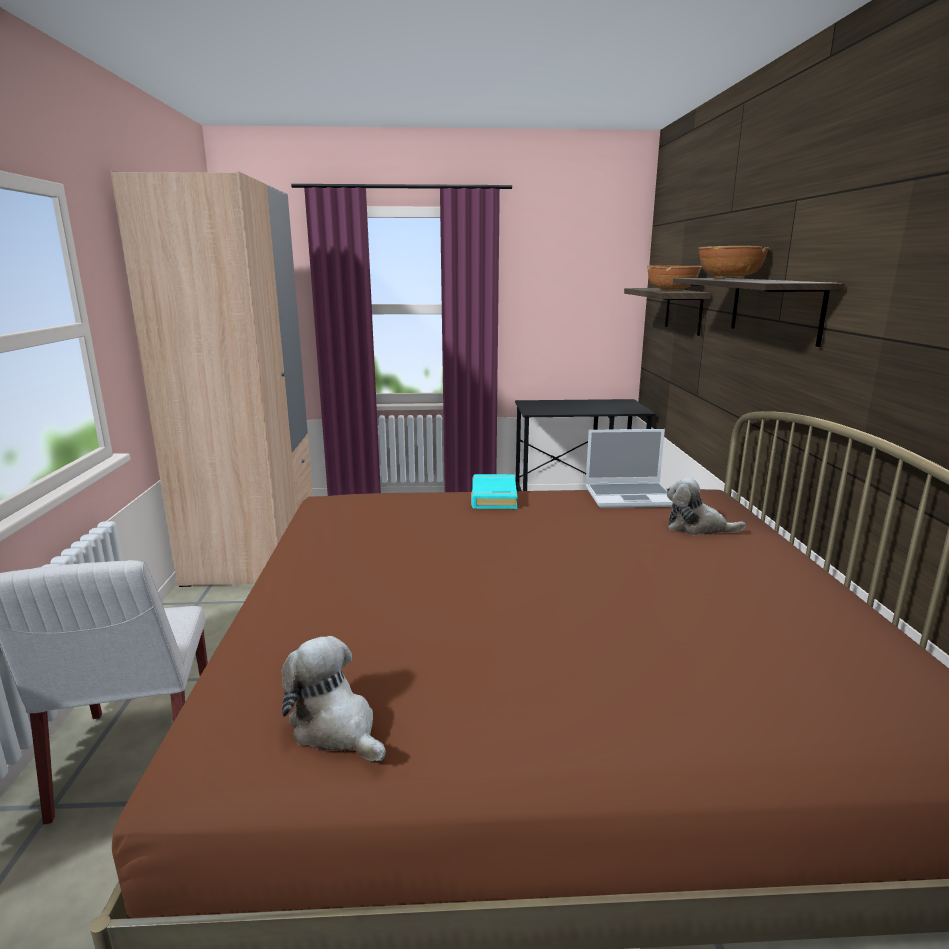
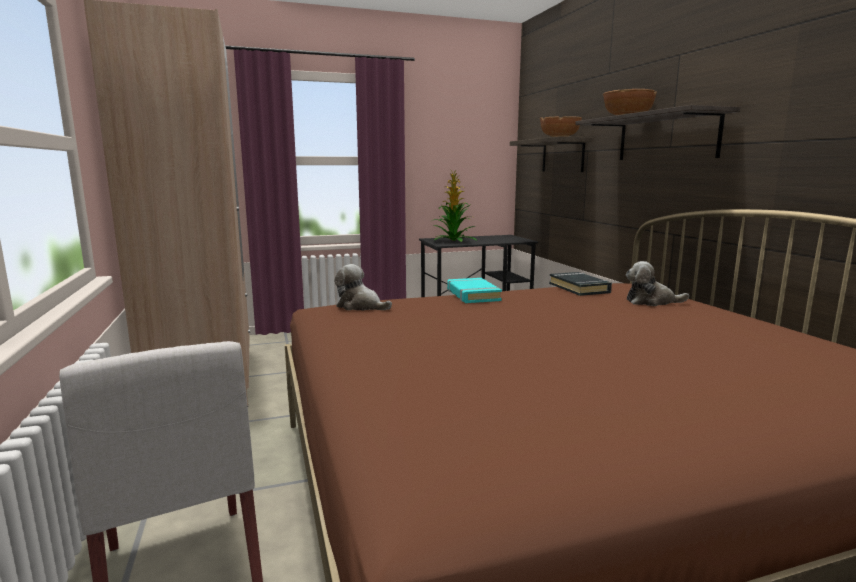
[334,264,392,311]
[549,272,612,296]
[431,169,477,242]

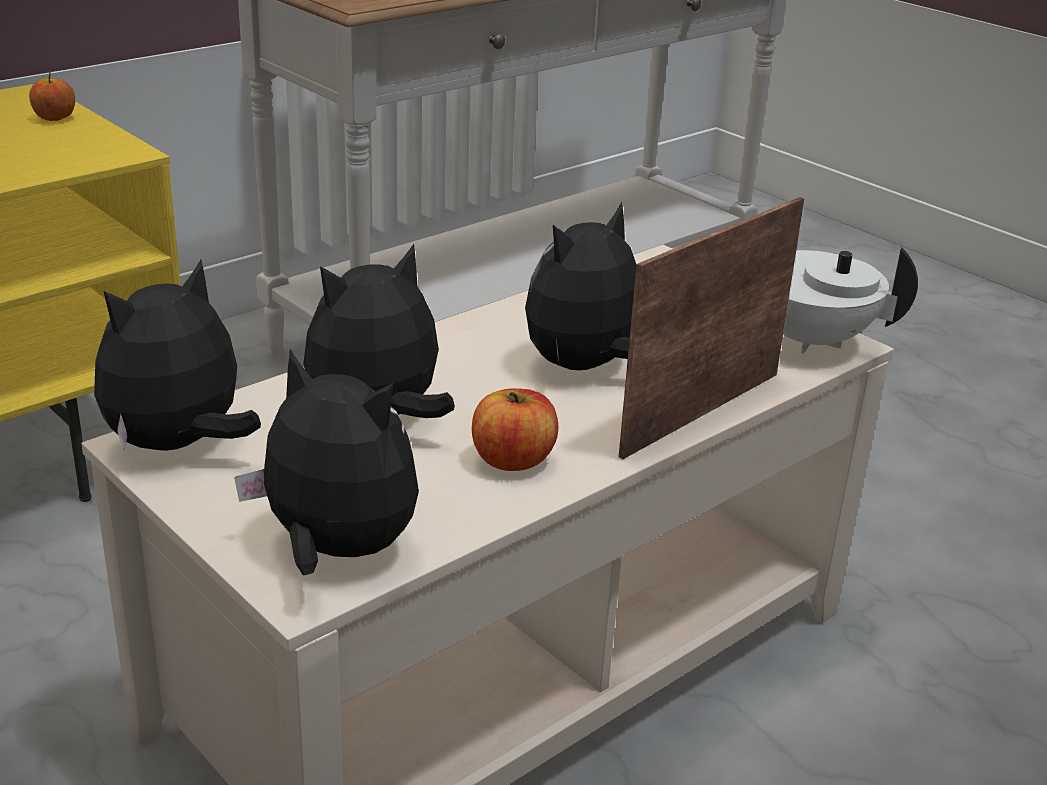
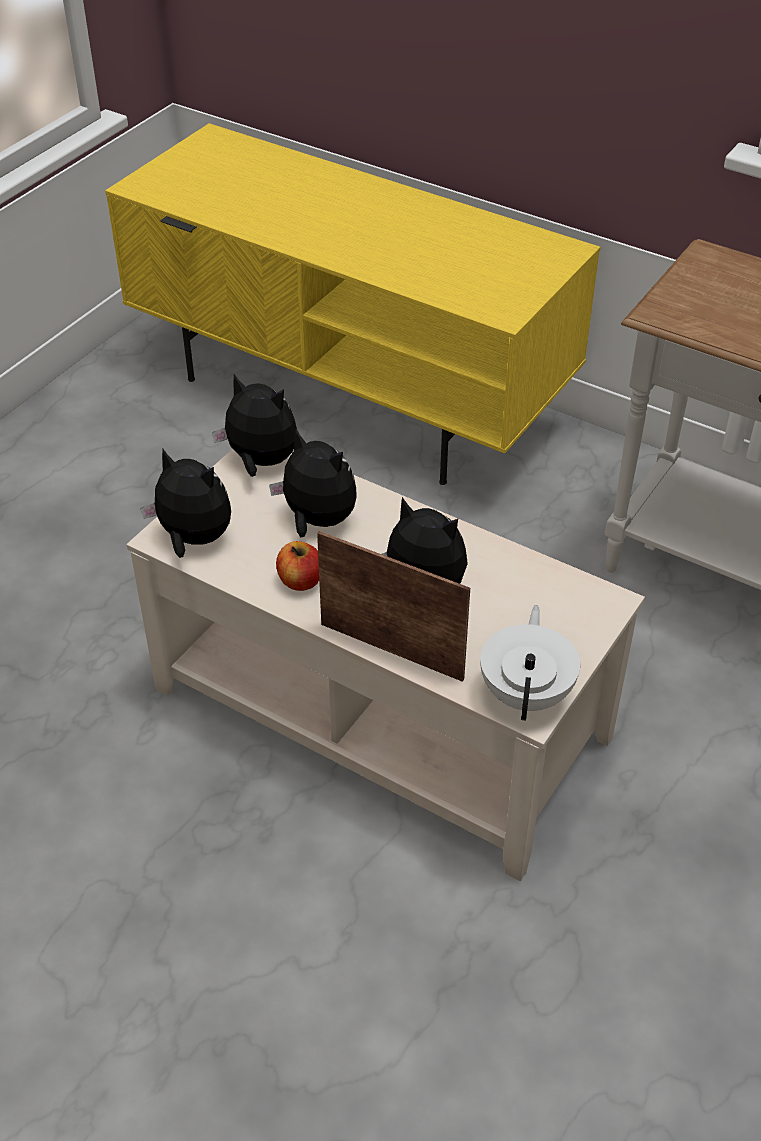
[29,71,75,121] (first image)
[141,448,231,558]

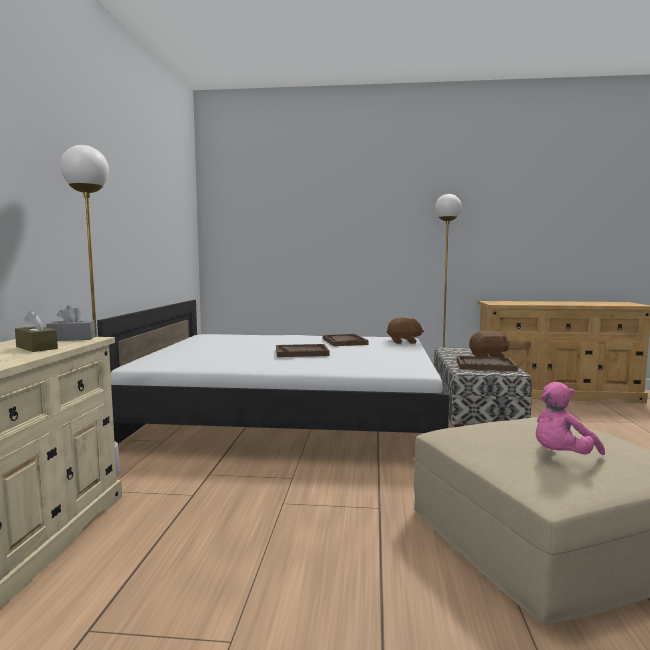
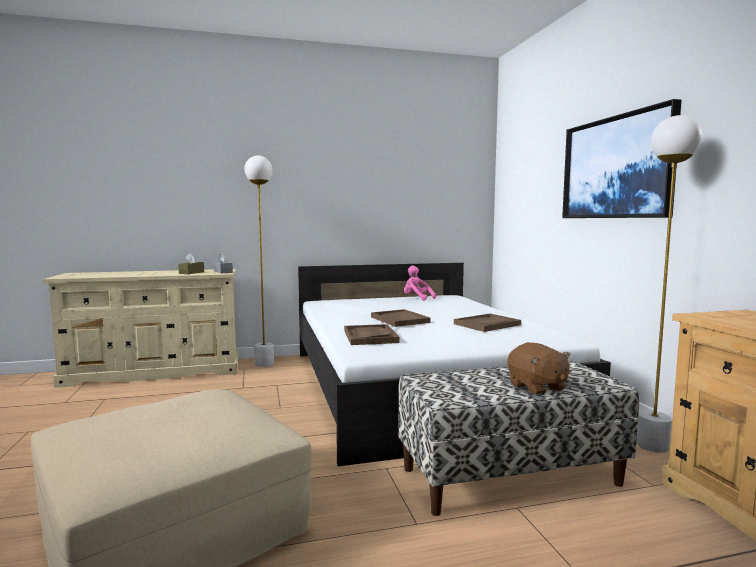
[387,318,424,344] (first image)
[344,324,399,345]
[404,265,436,300]
[562,99,682,218]

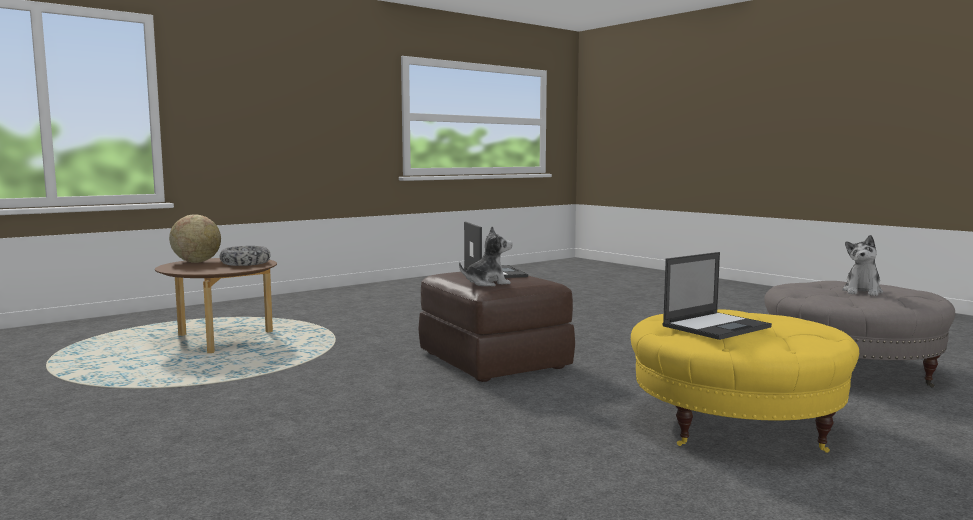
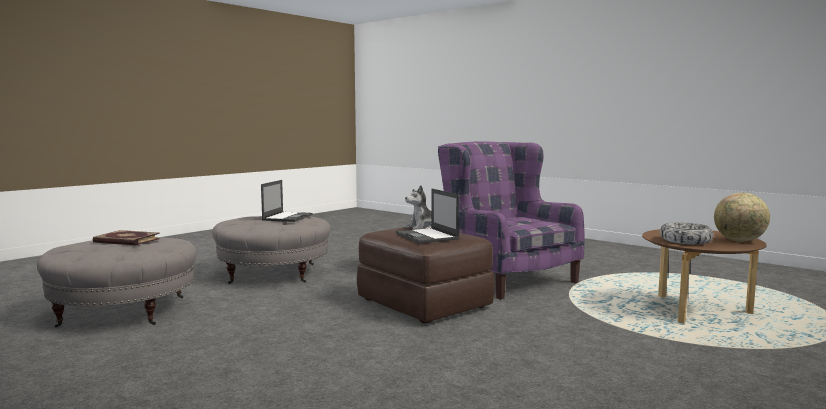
[212,216,331,284]
[261,180,313,222]
[93,230,160,246]
[438,141,585,299]

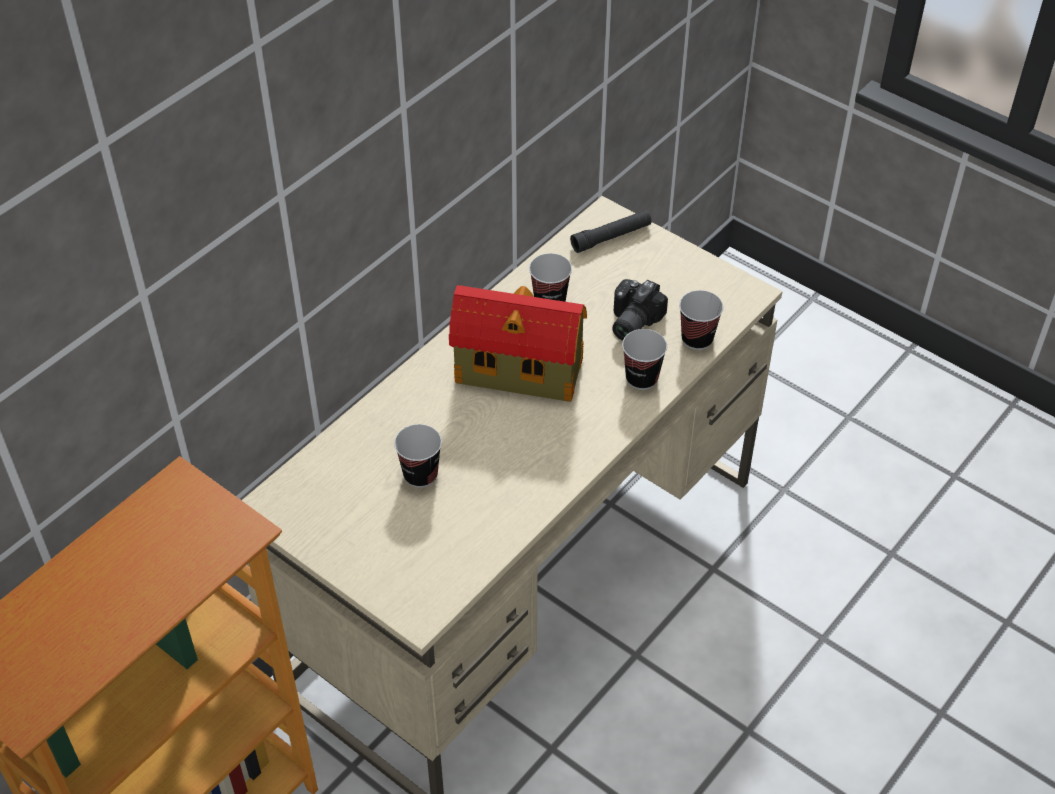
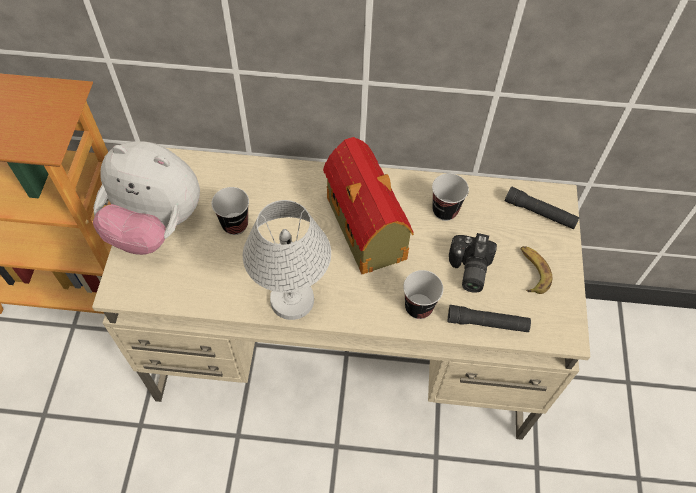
[449,233,497,293]
[448,305,531,332]
[93,141,200,255]
[243,200,331,320]
[520,246,552,294]

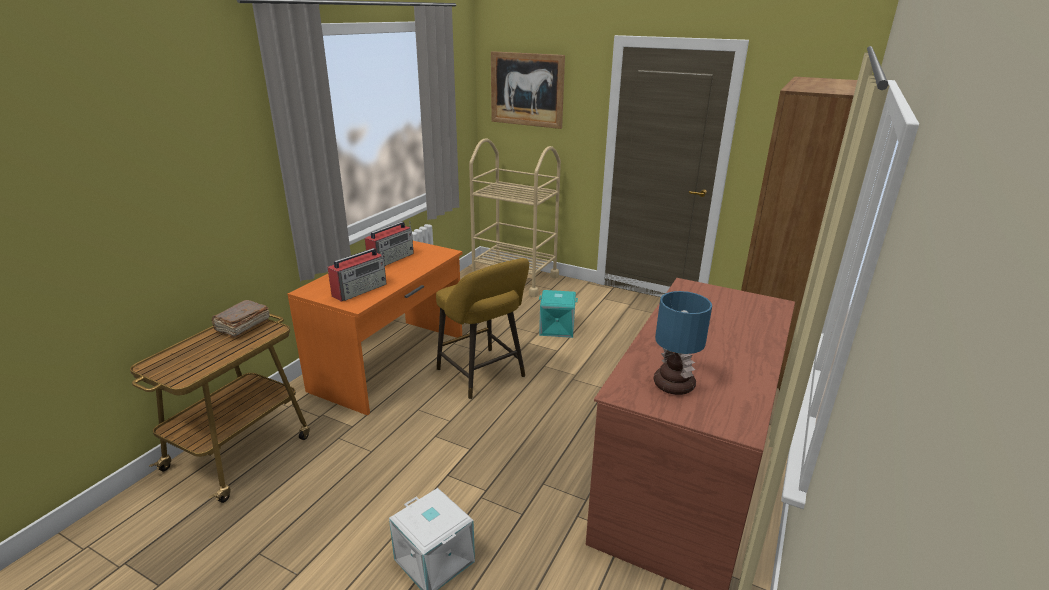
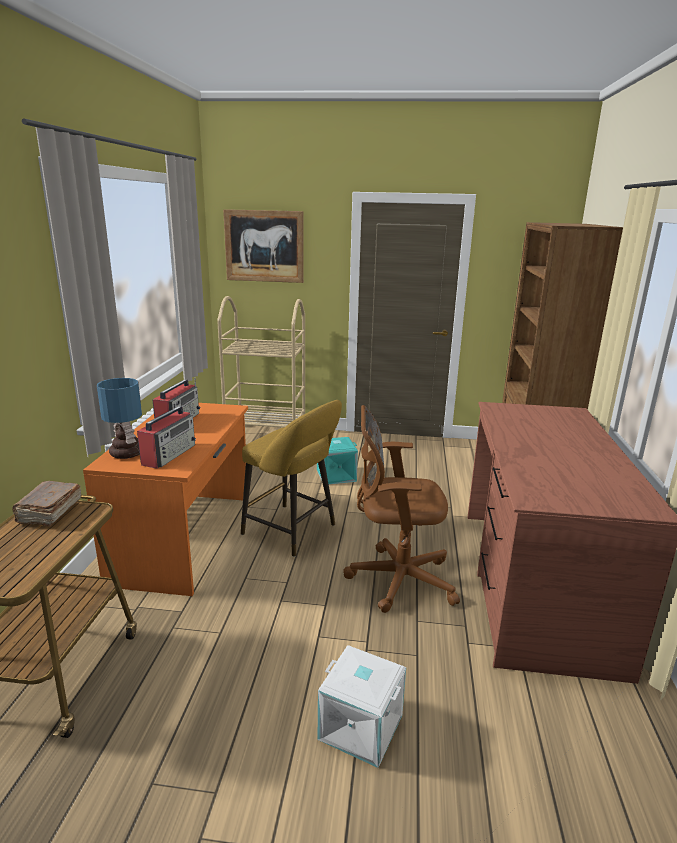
[97,378,142,459]
[343,405,460,613]

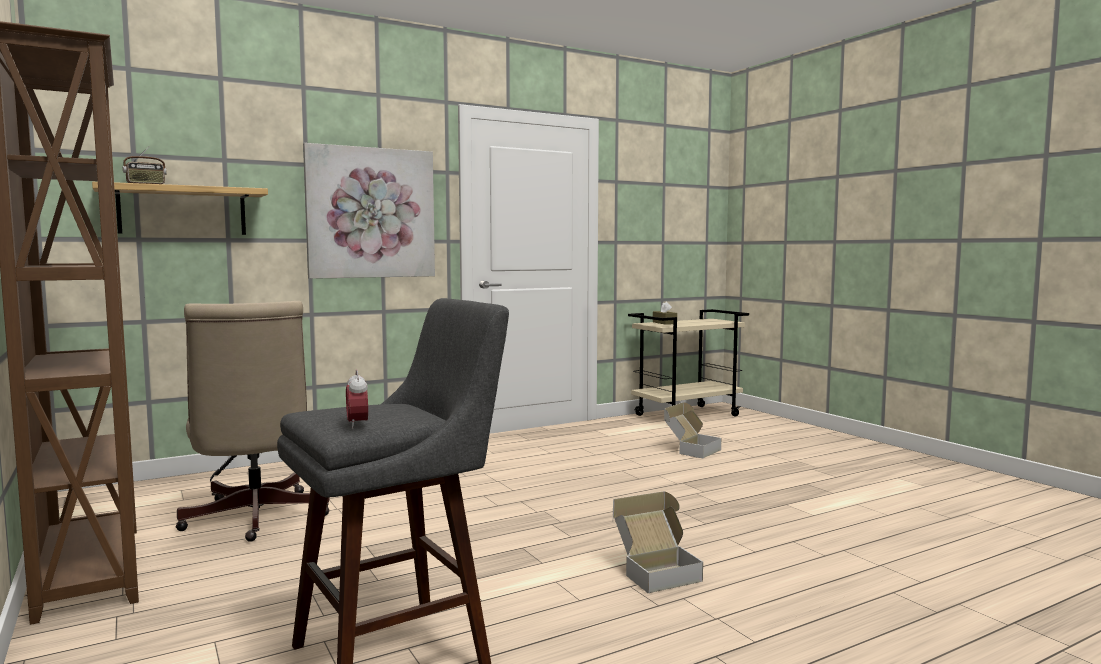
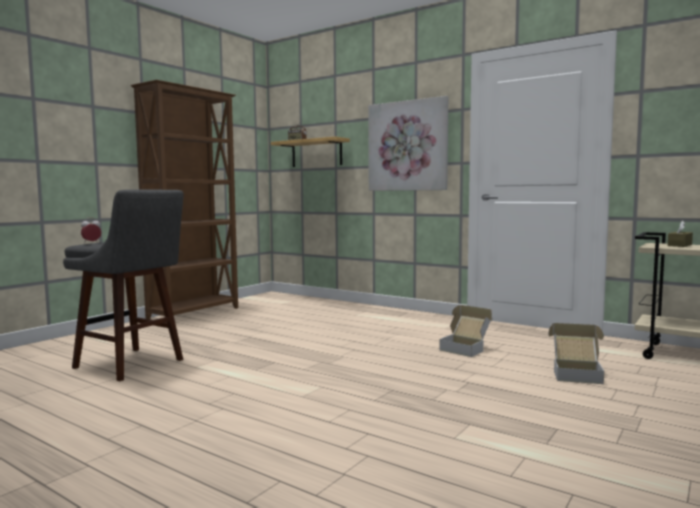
[176,301,329,542] (first image)
[439,305,492,357]

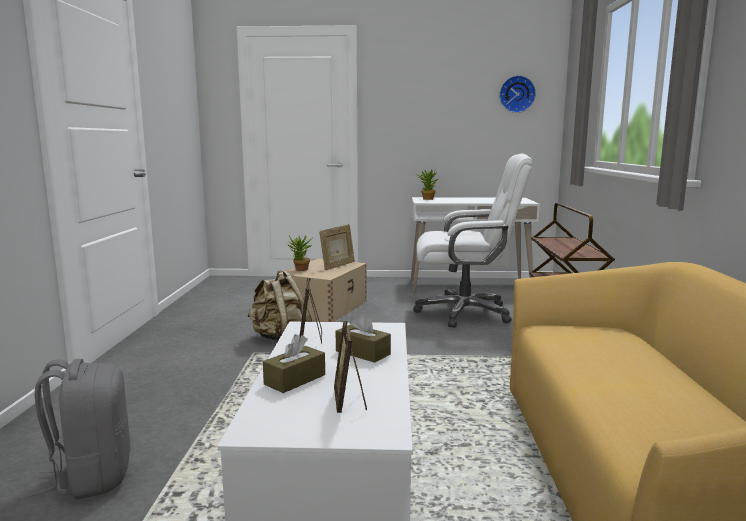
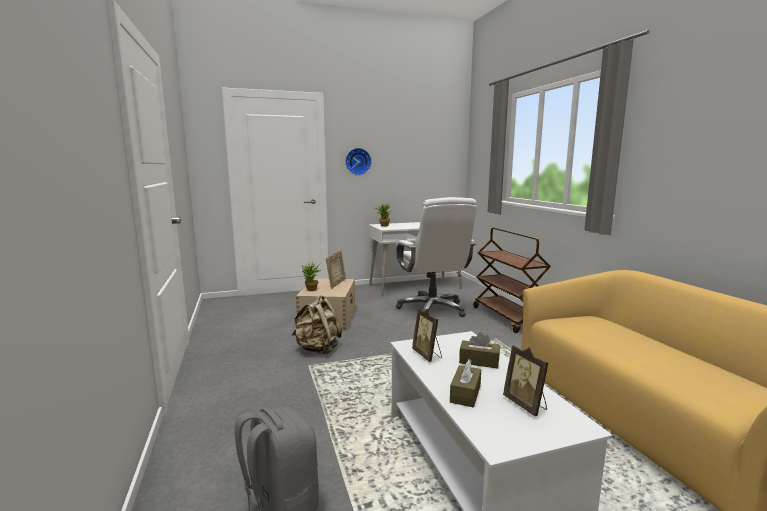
[396,197,477,317]
[345,148,372,176]

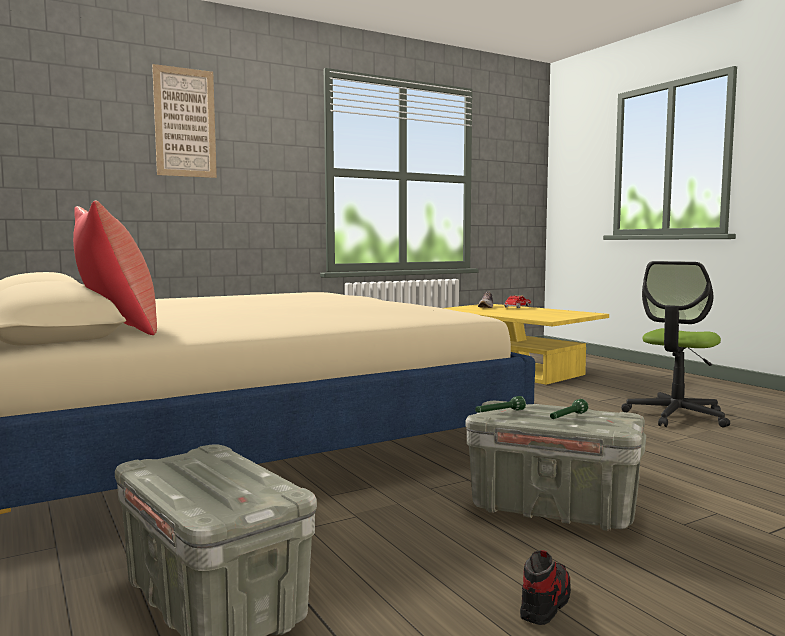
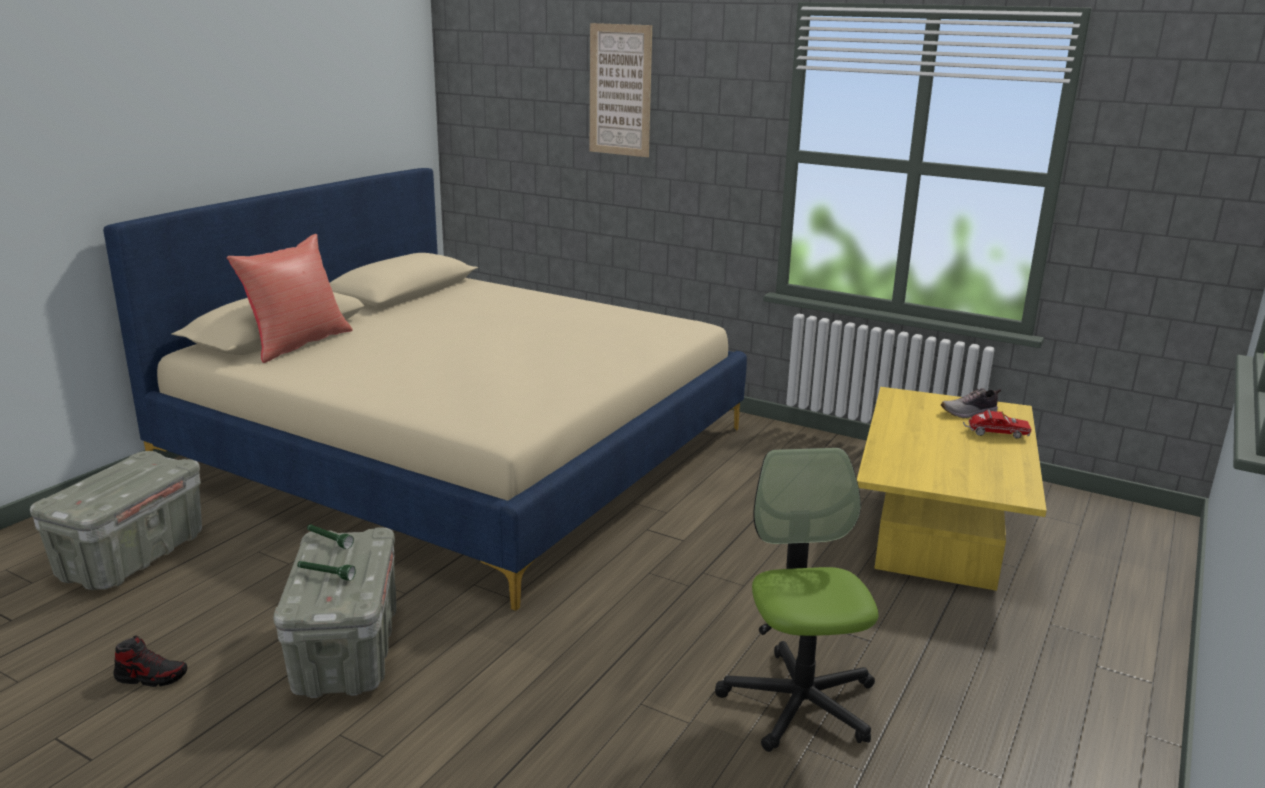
[715,448,879,752]

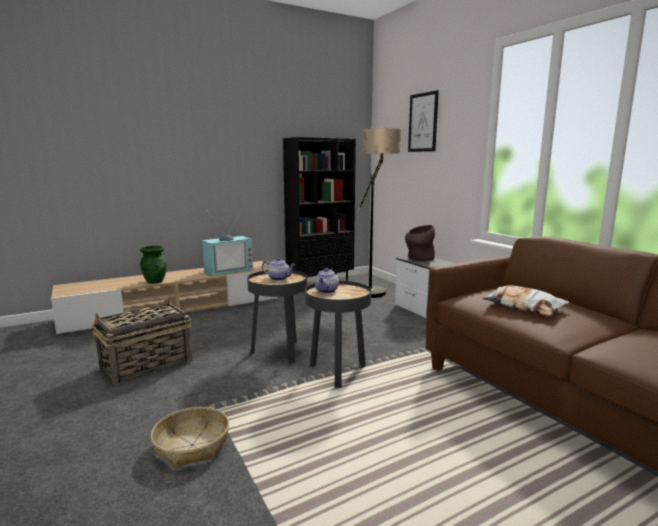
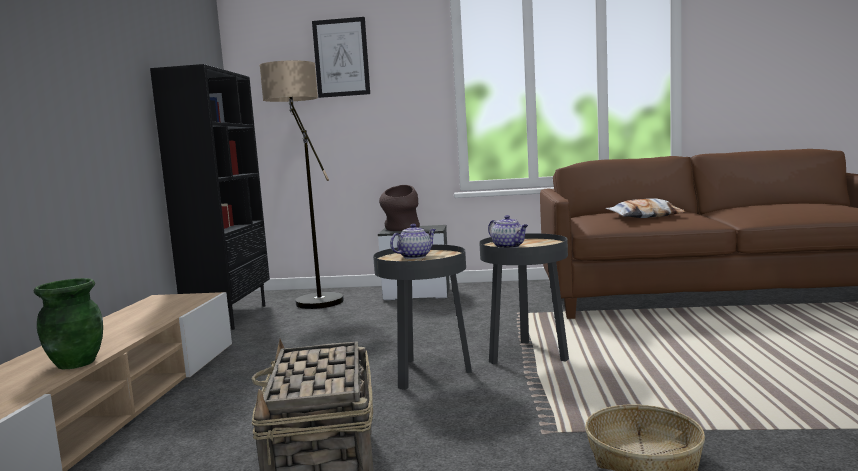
[202,206,253,276] (first image)

